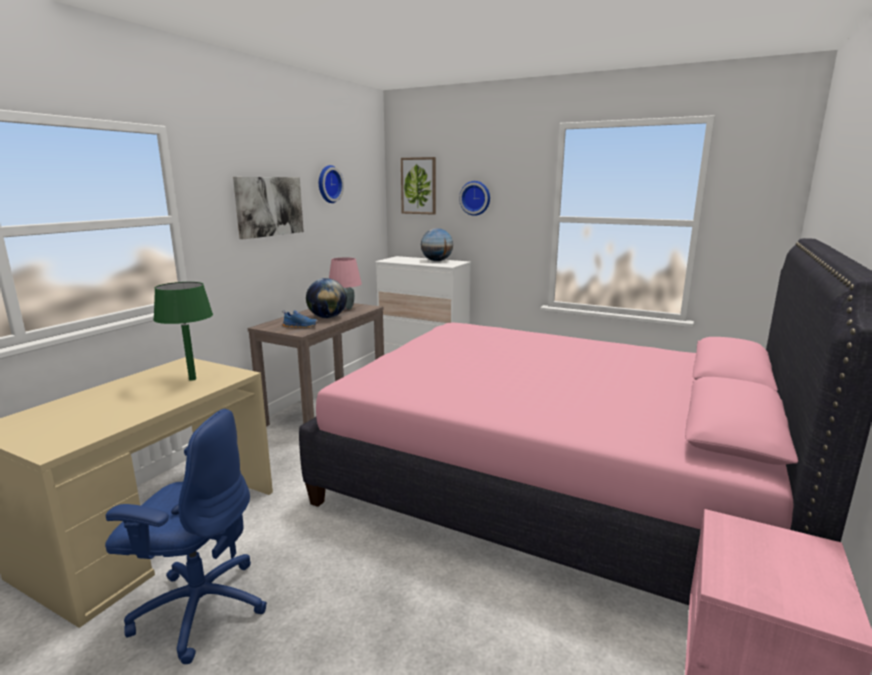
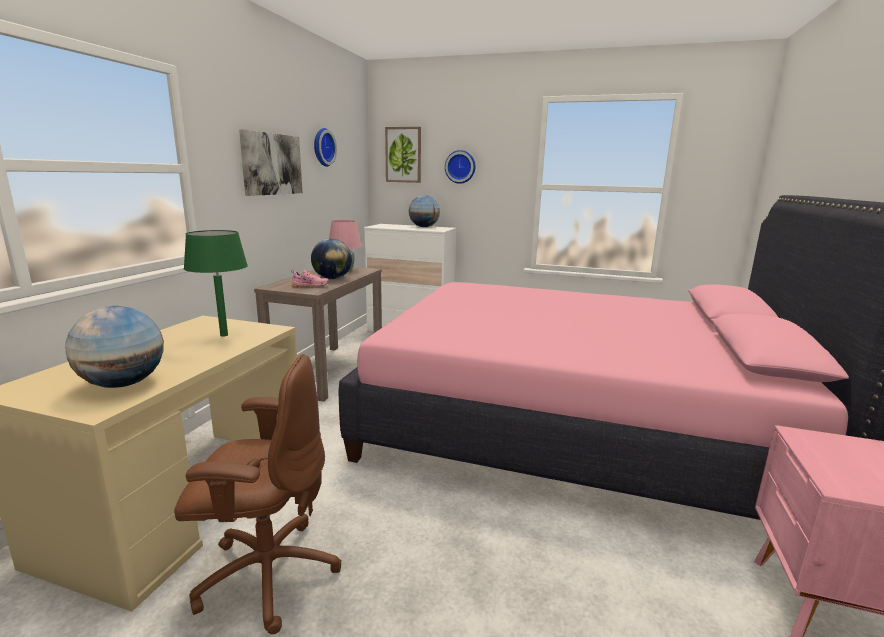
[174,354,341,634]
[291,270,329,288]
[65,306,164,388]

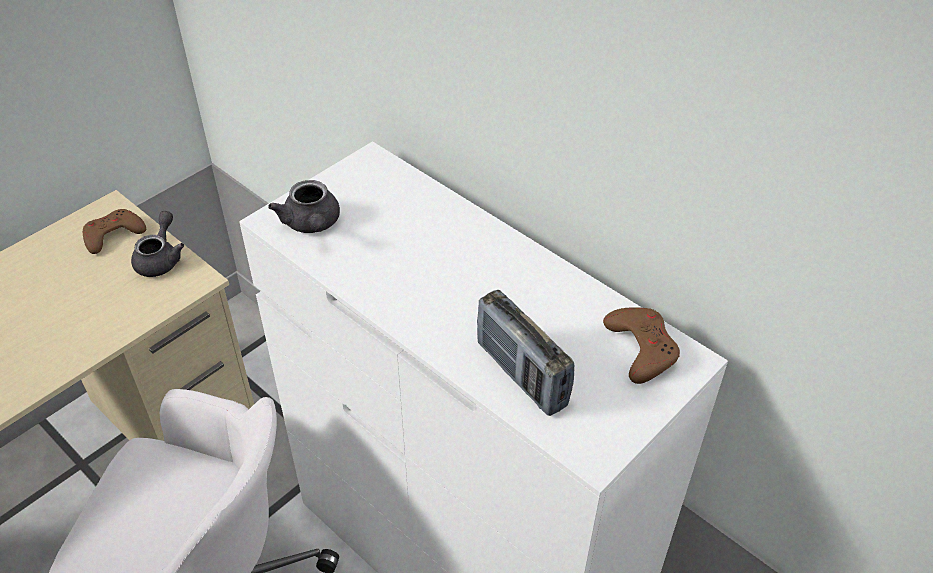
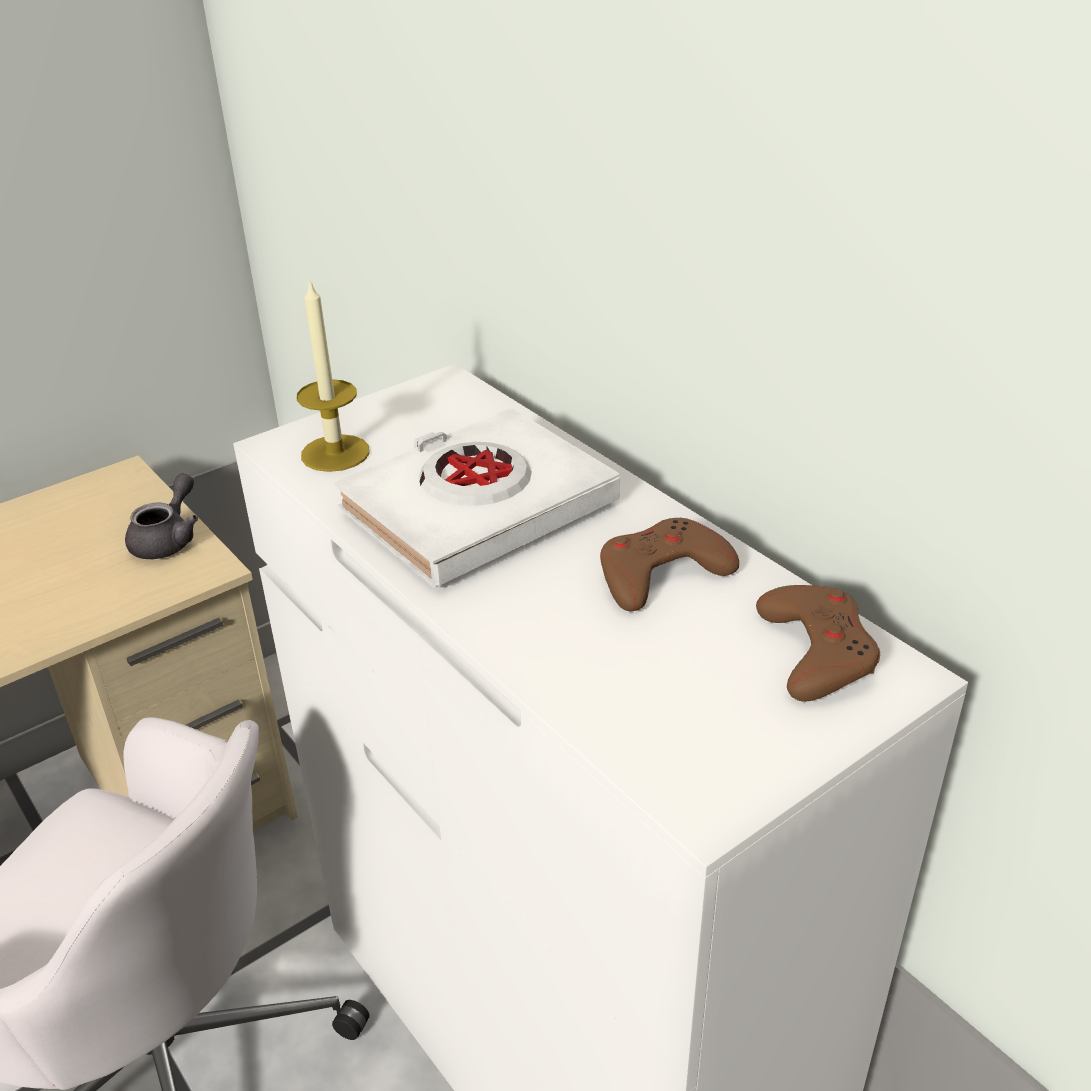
[600,518,739,612]
[297,281,370,472]
[477,290,574,416] (first image)
[335,407,620,588]

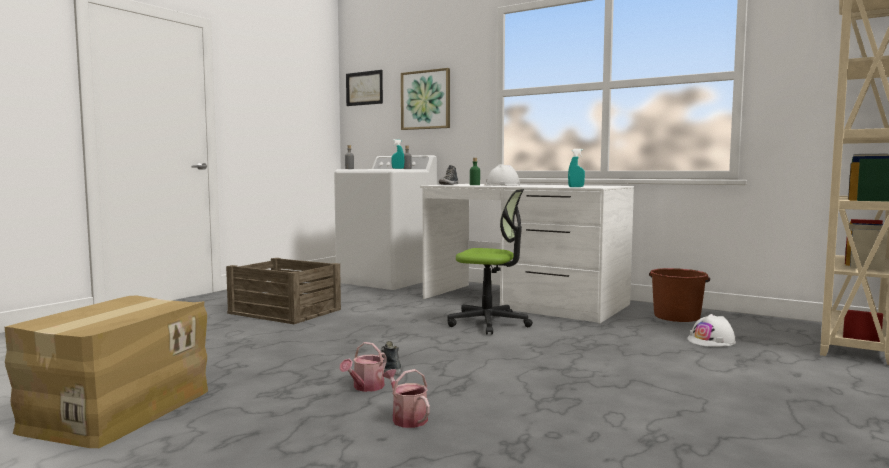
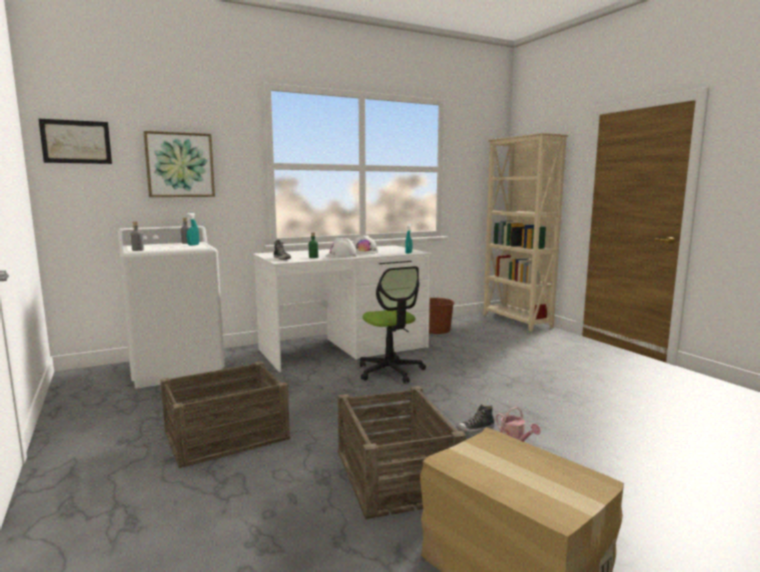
[383,369,430,428] (first image)
[360,266,426,383]
[353,235,378,255]
[338,386,467,519]

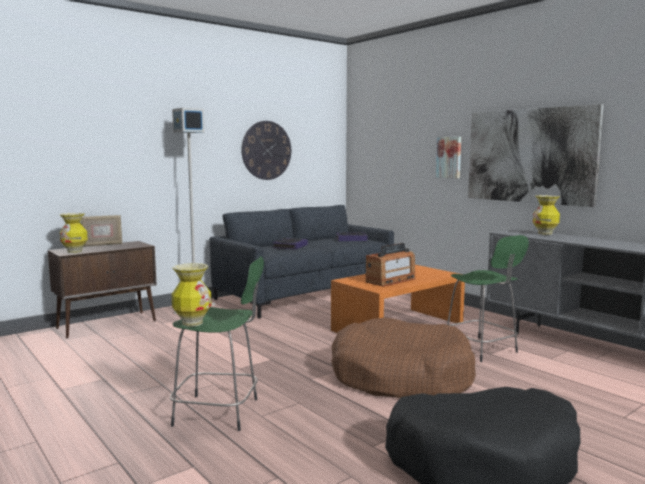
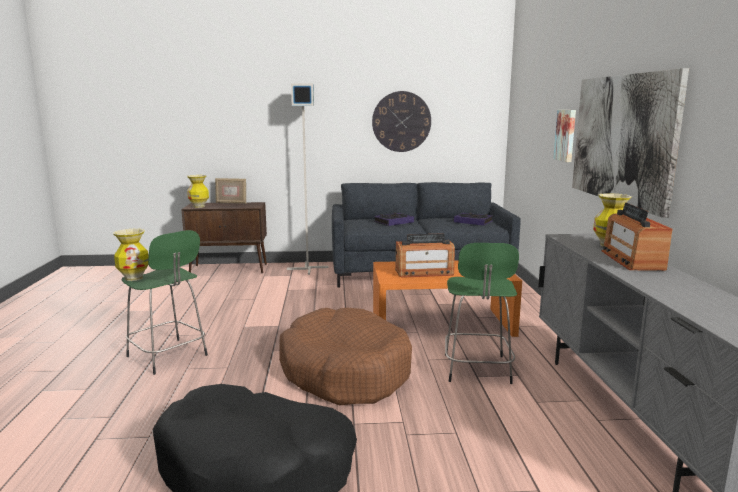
[602,203,672,271]

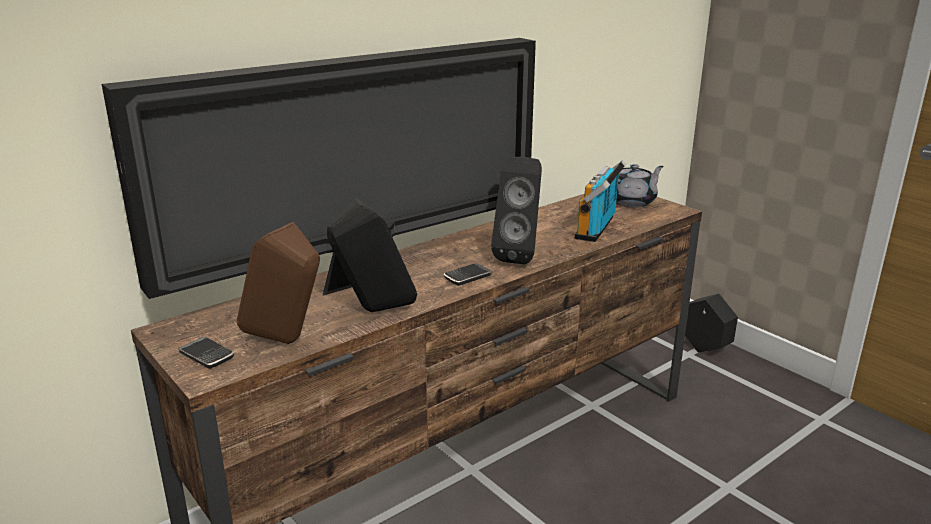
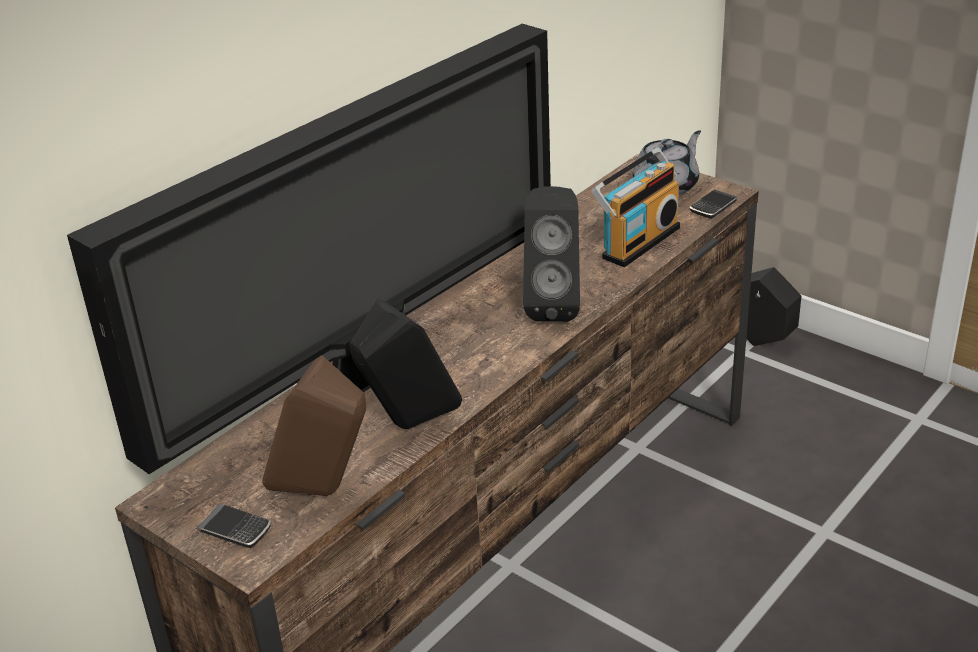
[690,190,738,219]
[592,147,680,267]

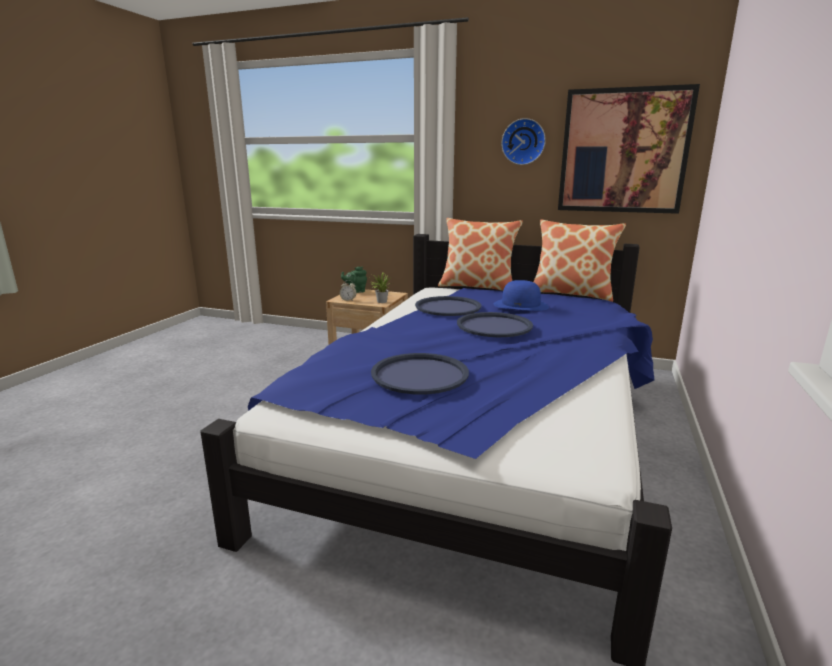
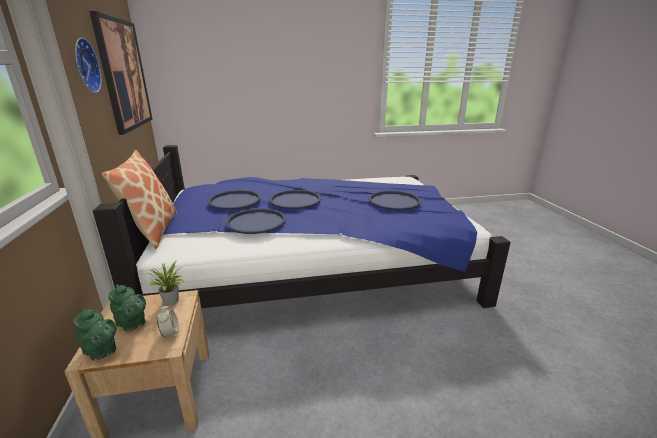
[208,190,261,210]
[533,220,626,302] (first image)
[108,284,146,331]

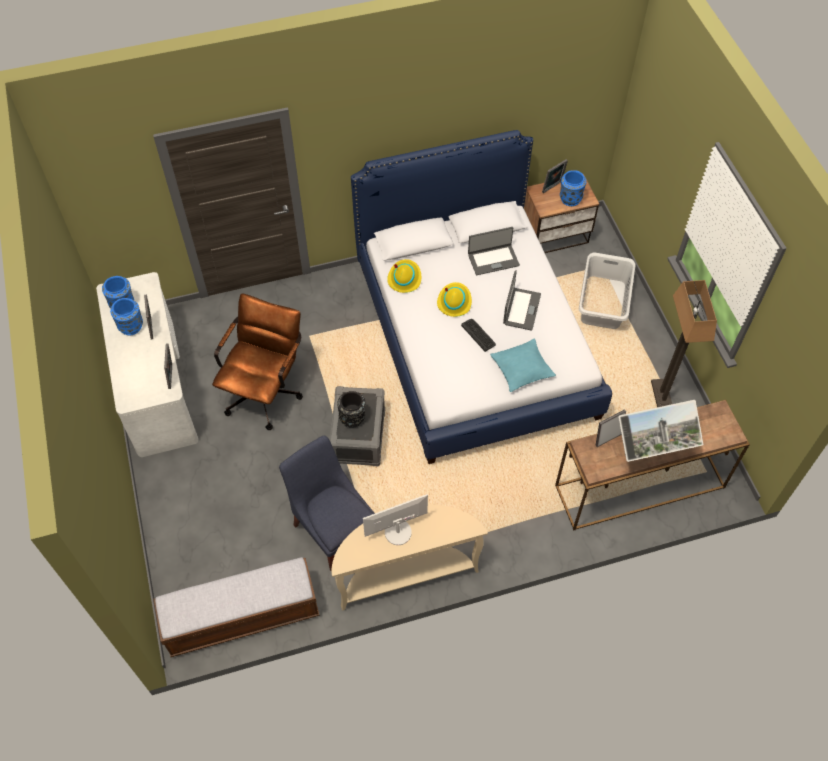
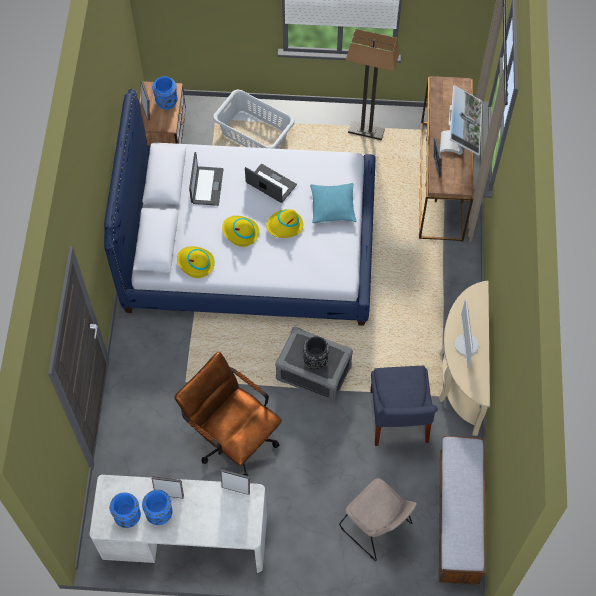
[370,366,438,446]
[266,209,303,238]
[339,478,417,561]

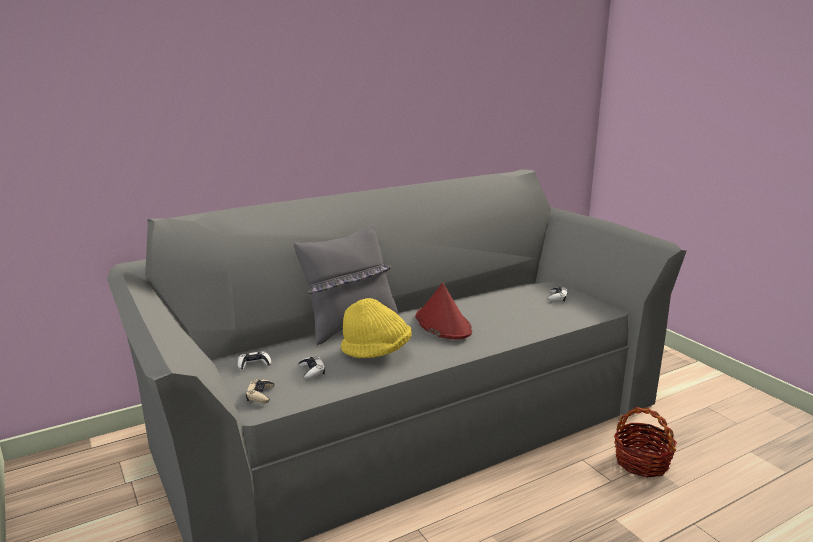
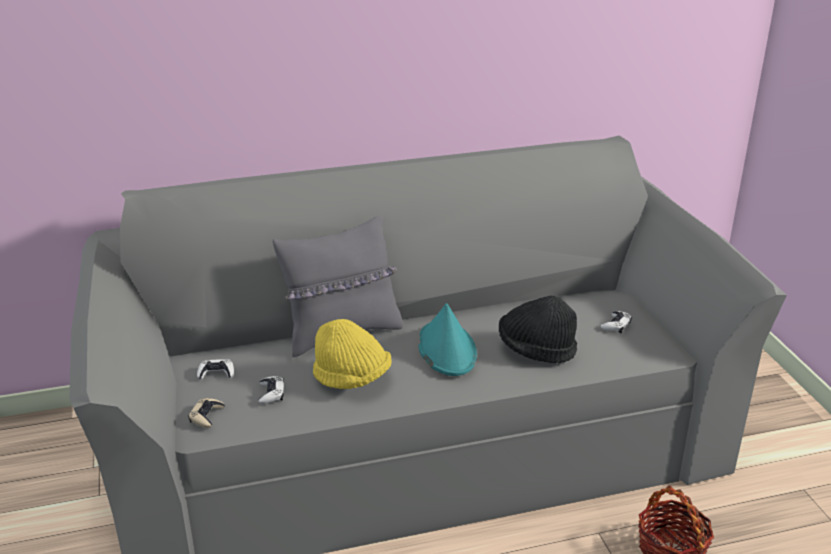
[418,303,477,376]
[499,296,577,363]

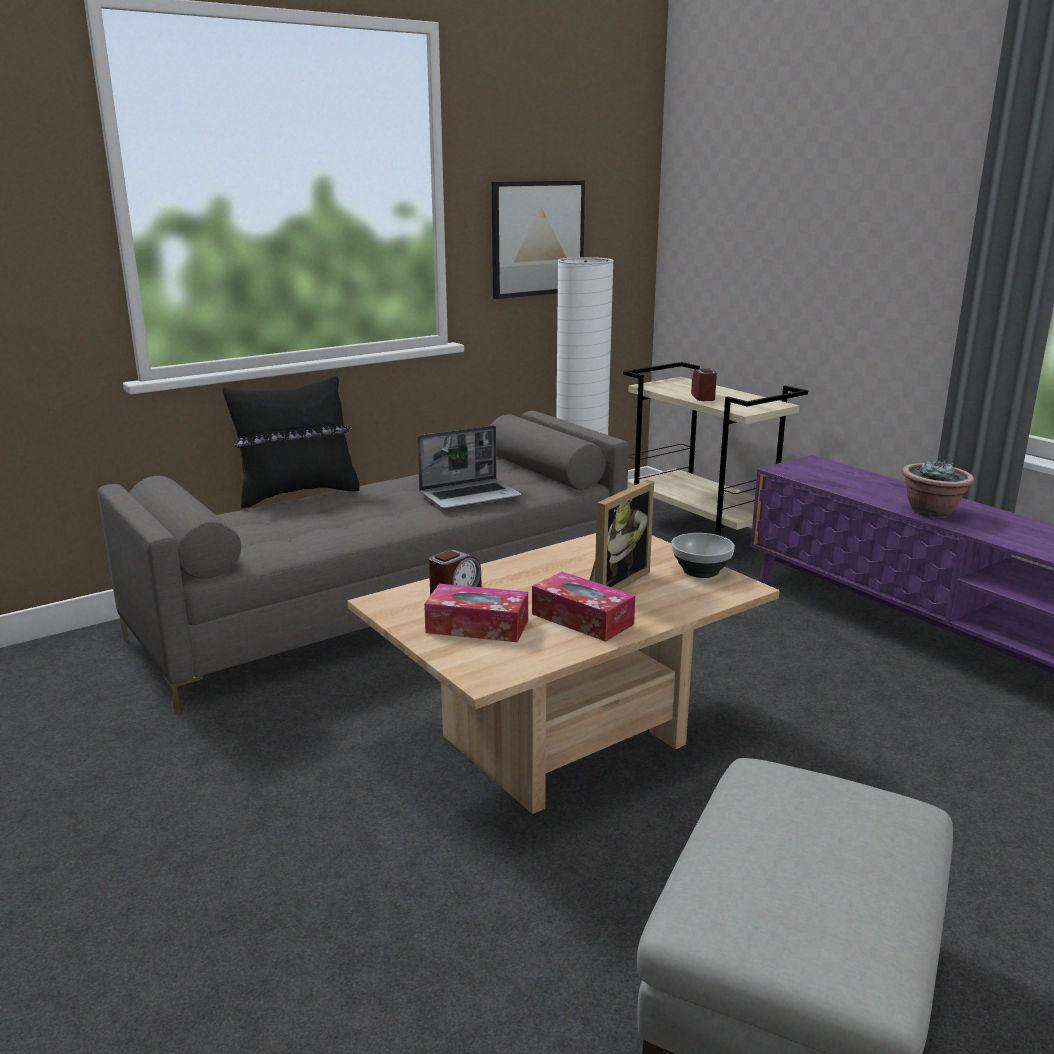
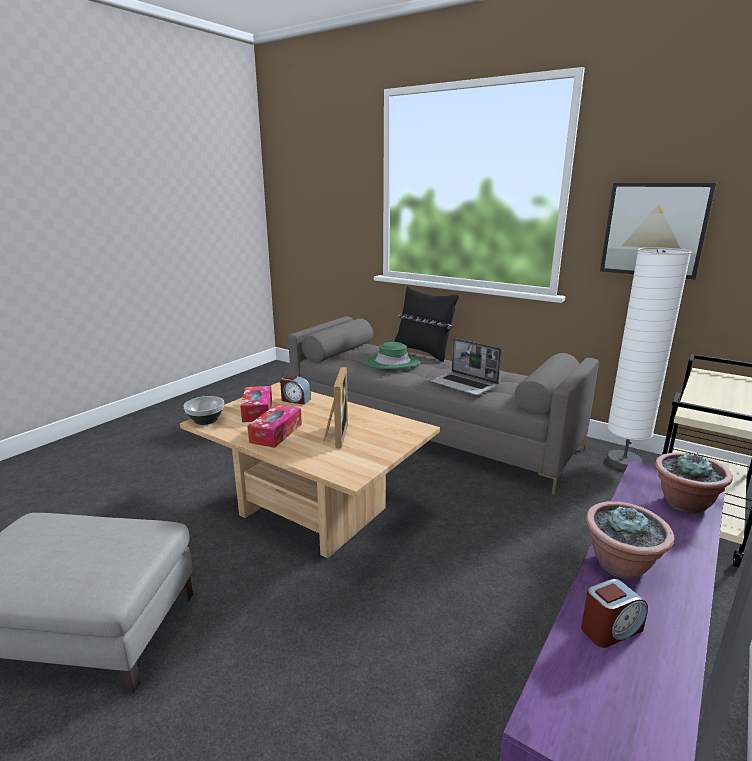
[323,367,348,448]
[183,396,224,425]
[581,579,648,648]
[366,342,420,369]
[655,452,733,514]

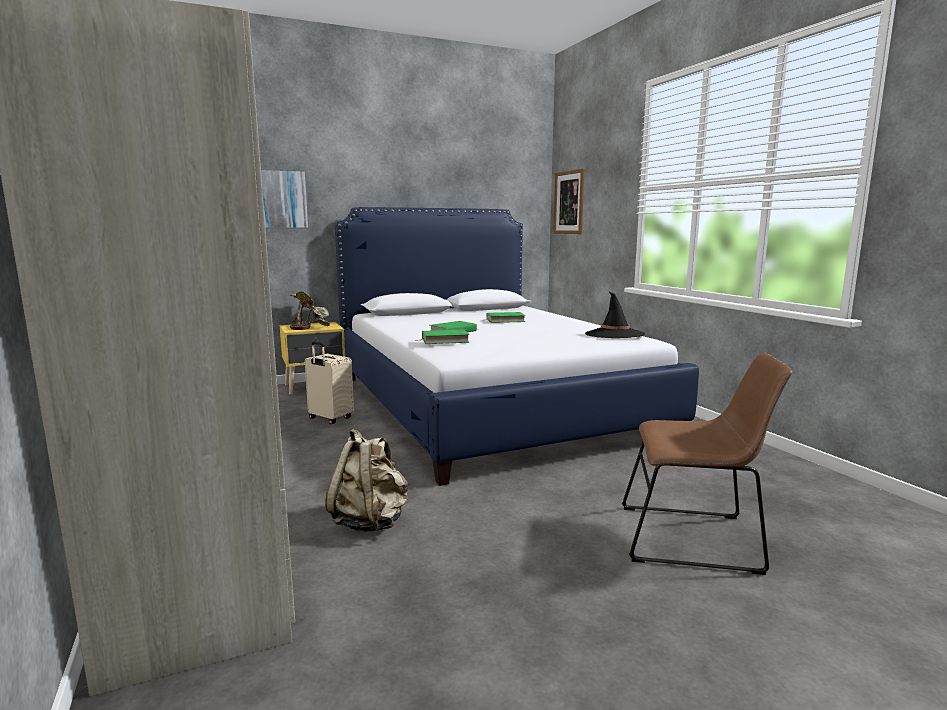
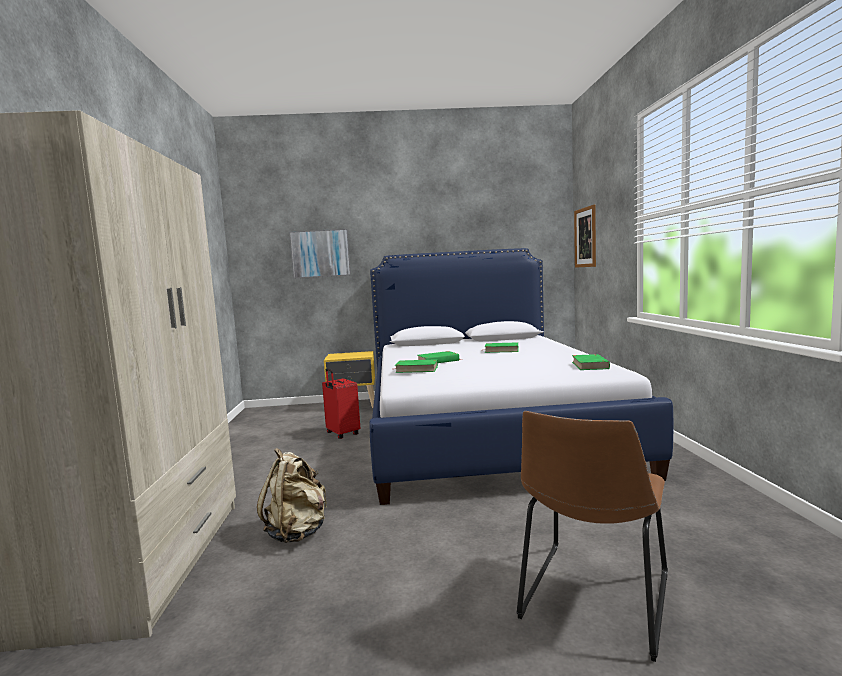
[290,291,330,330] (first image)
[322,368,360,439]
[572,354,610,370]
[516,411,668,662]

